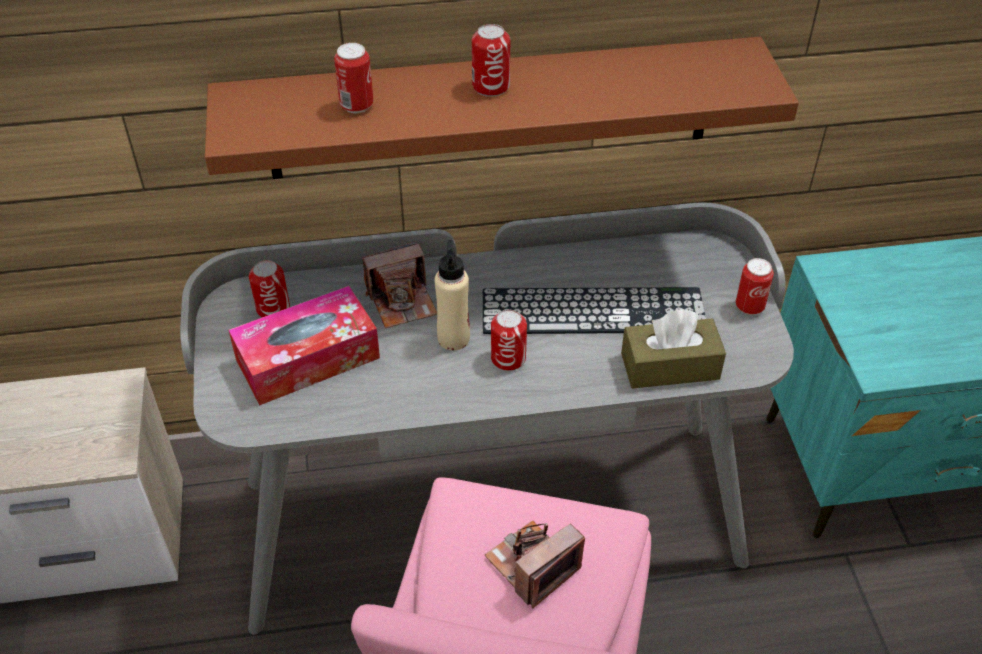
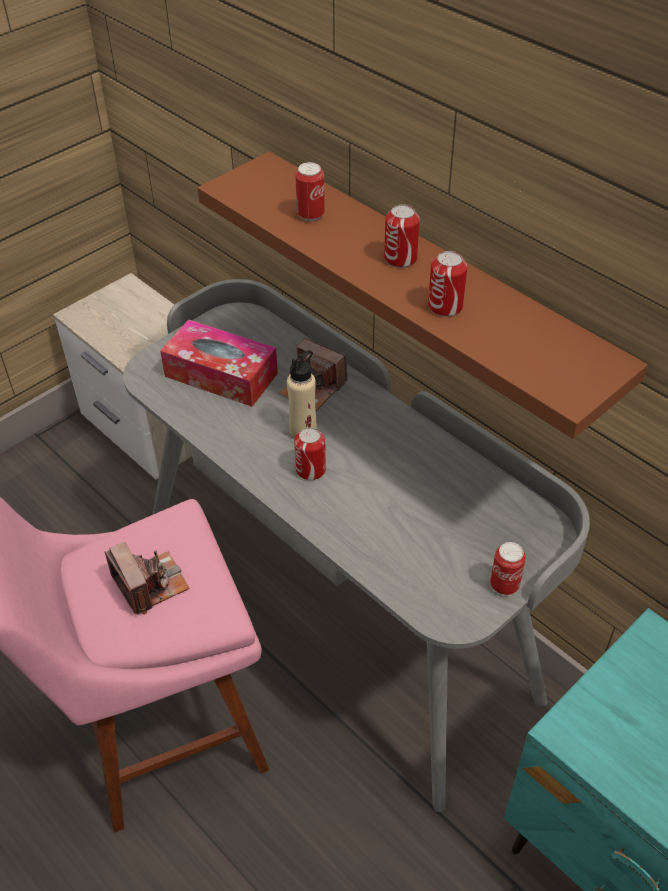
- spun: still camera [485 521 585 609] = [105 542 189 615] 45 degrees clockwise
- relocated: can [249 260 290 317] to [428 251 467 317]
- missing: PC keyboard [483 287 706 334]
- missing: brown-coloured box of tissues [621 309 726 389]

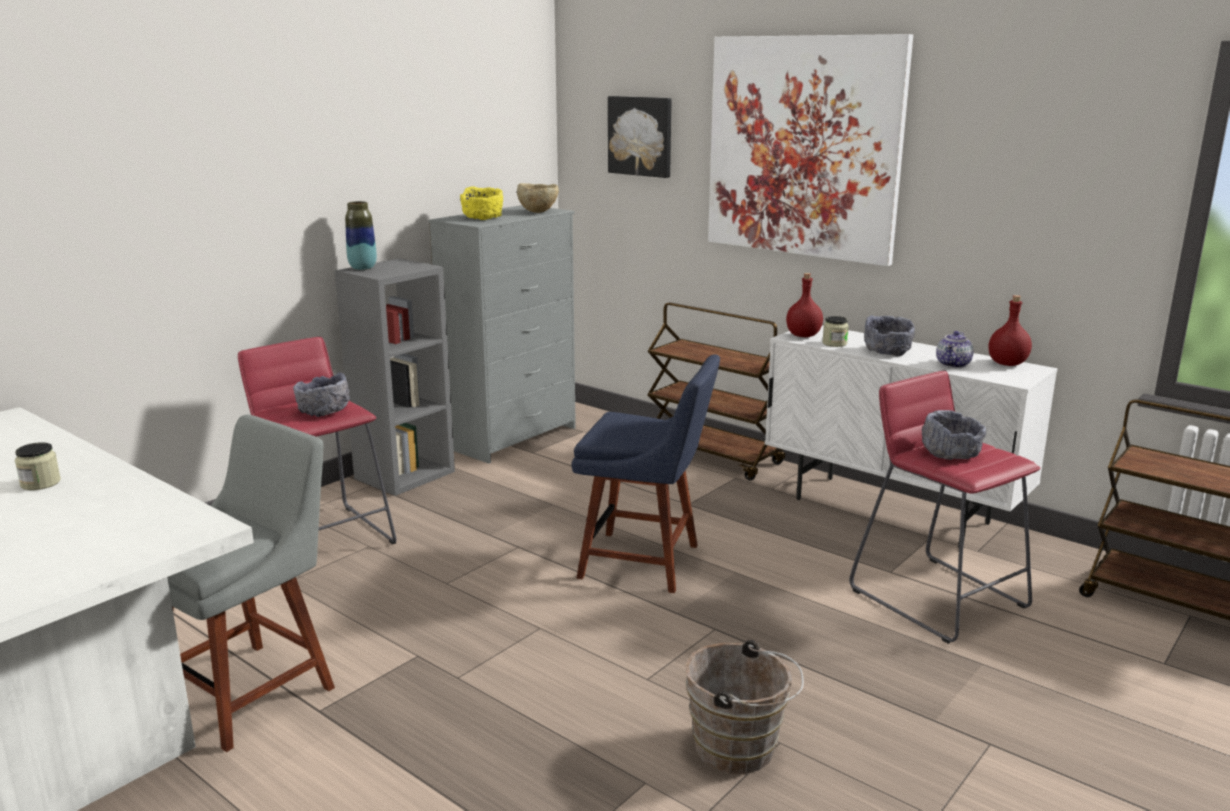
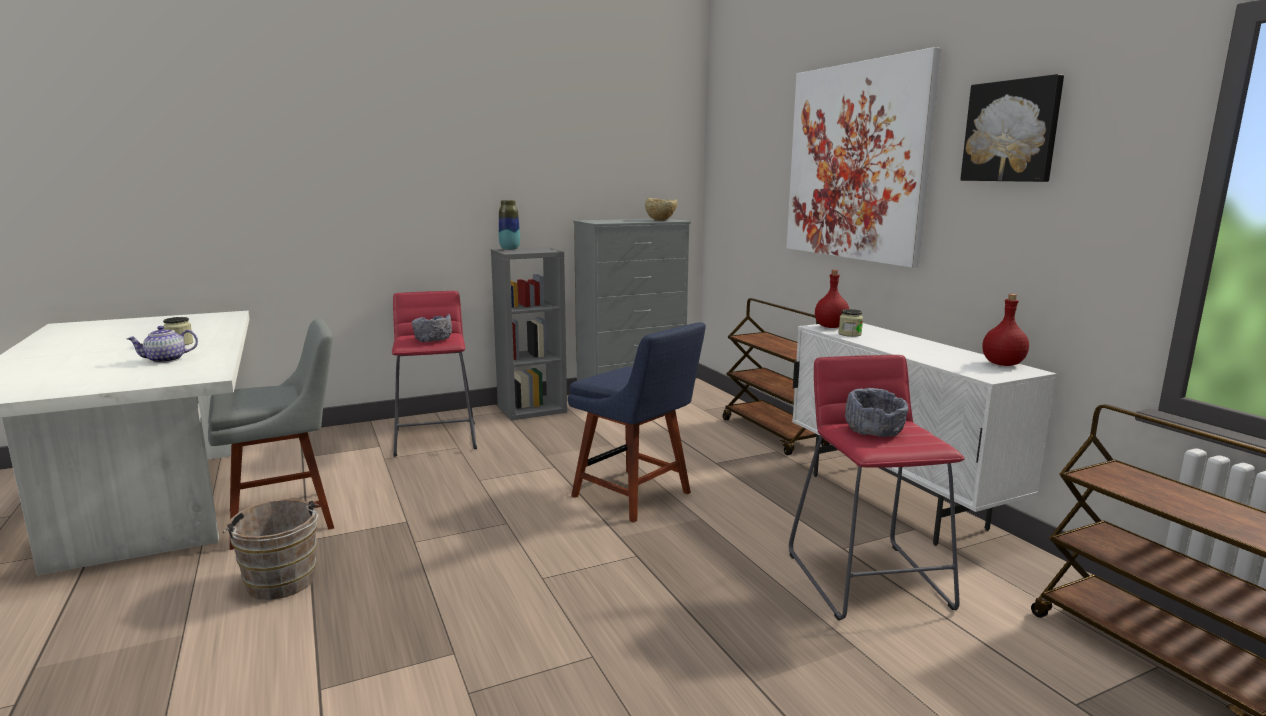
- relocated: pot for tea [936 331 974 368] to [126 326 198 363]
- relocated: brown-coloured water bucket [685 640 804 774] to [223 499 319 600]
- relocated: picture [608 96 672 178] to [960 74 1064 182]
- missing: yellowish serving bowl [460 186 503 220]
- missing: greyish serving bowl [864 315 915 356]

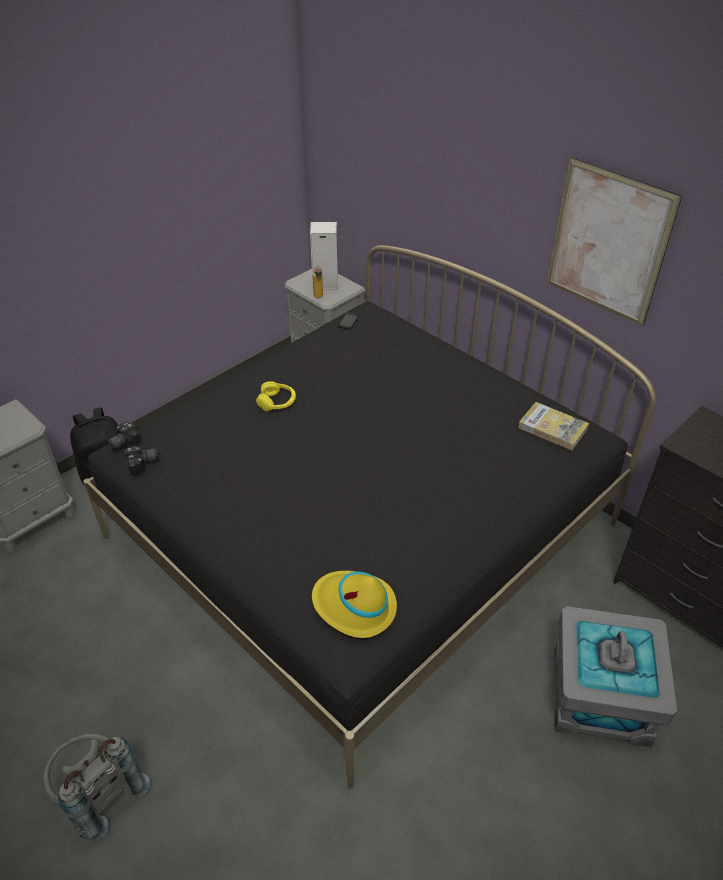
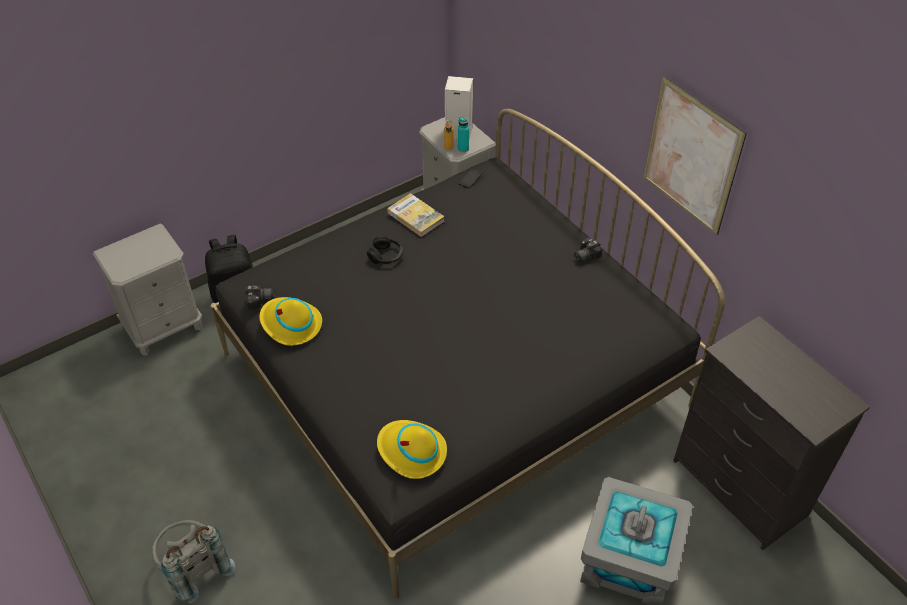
- appeared: yellowish wearable hat [259 297 322 346]
- colour: yellowish headset [256 381 296 411] to black headset [367 236 403 264]
- relocated: book [518 402 589 451] to [387 193 444 237]
- appeared: turquoise drink bottle [458 117 469 152]
- relocated: still camera [107 421 142 450] to [574 238 602 262]

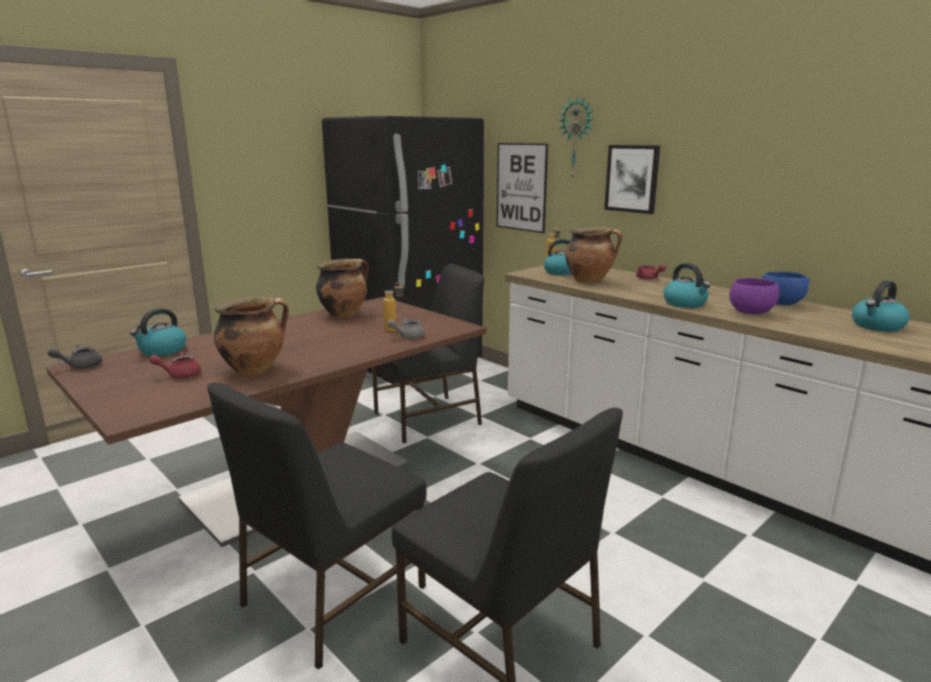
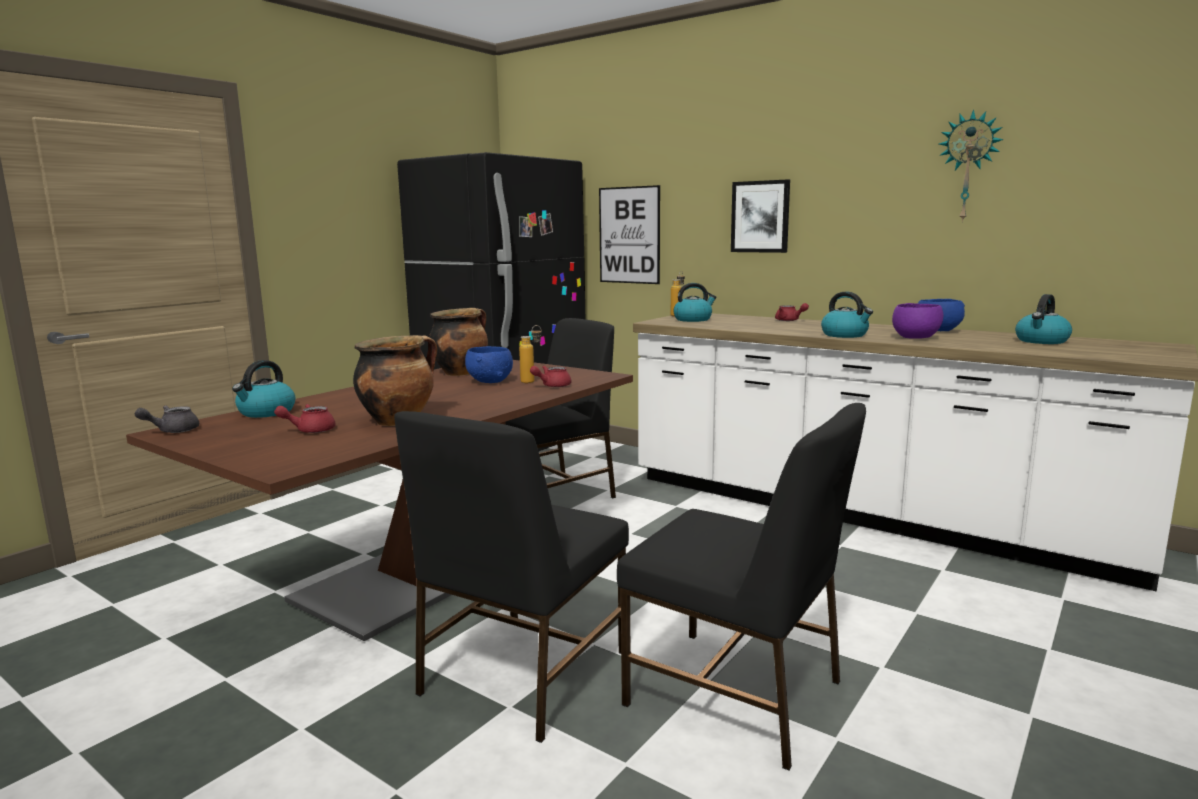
- appeared: blue serving bowl [465 346 513 383]
- colour: greyish pot for tea [387 318 425 339] to red-coloured pot for tea [530 366 571 387]
- relocated: wall clock [559 96 594 180] to [939 109 1004 223]
- missing: stockpot [565 227 623 283]

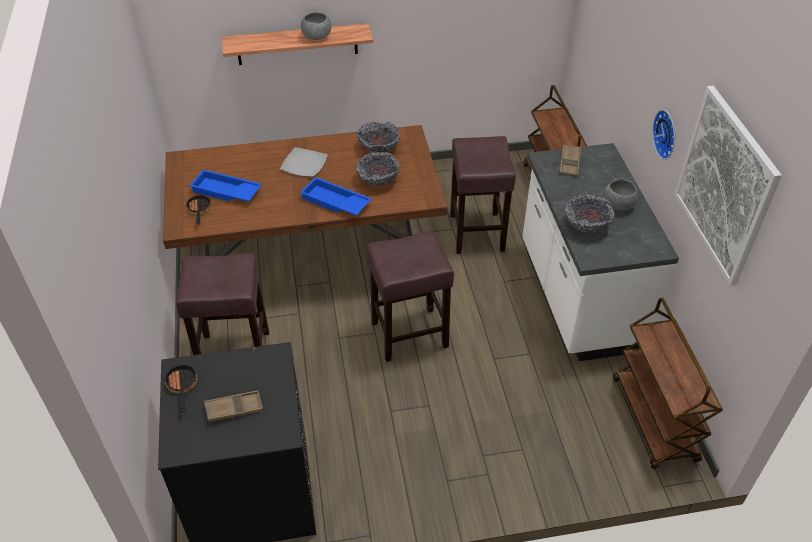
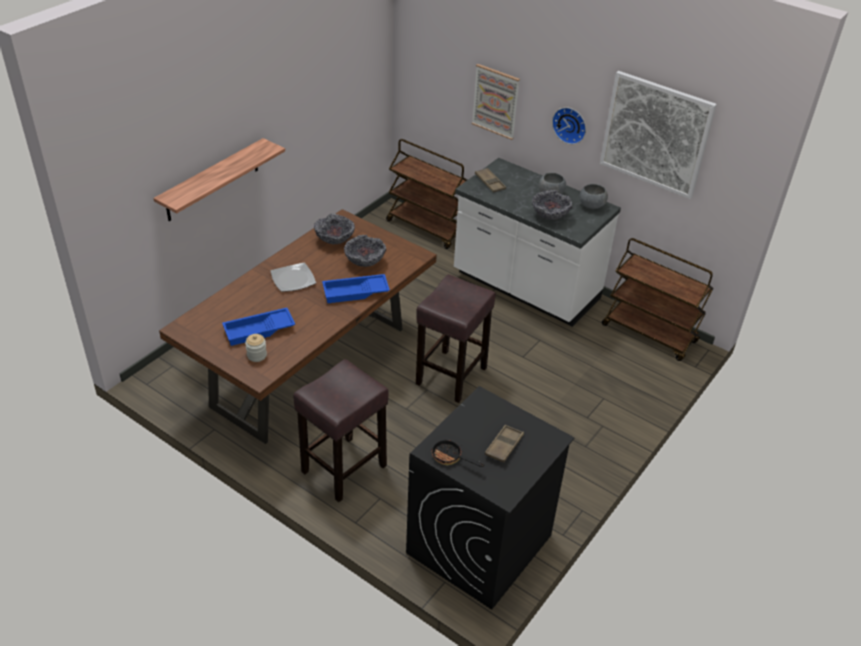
- exchanged: pan [185 192 211 225] to jar [245 334 267 362]
- appeared: picture [472 64 520 140]
- relocated: greyish serving bowl [301 12 331 40] to [579 184 608 209]
- missing: brown-coloured sitting stool [450 136 516 254]

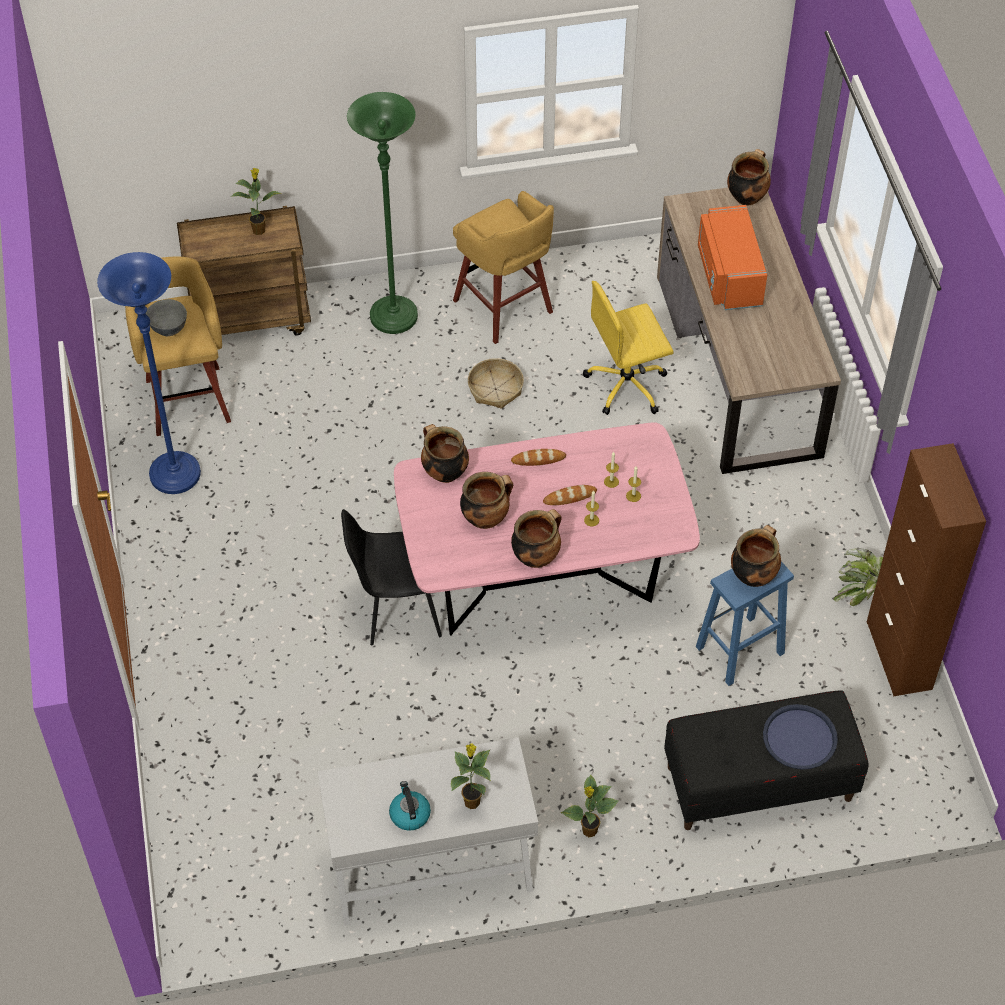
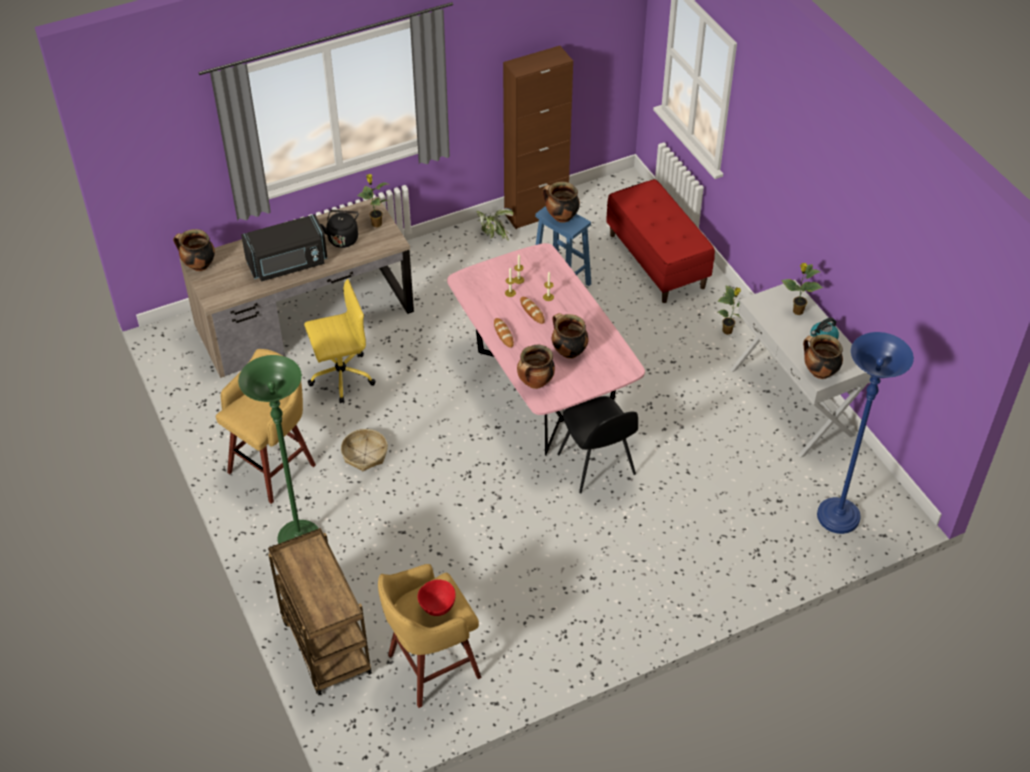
- colour: orangey kitchen microwave [698 205 767 310] to black kitchen microwave [241 214 328 281]
- spun: yellowish computer chair [583 281 674 415] = [304 279 376 404] 75 degrees counterclockwise
- appeared: black water kettle [320 210 359 248]
- relocated: plant in a pot [230 168 281 235] to [357 174 389 228]
- colour: greyish serving bowl [146 299 187 336] to red-coloured serving bowl [417 580 456 616]
- colour: black long seat [664 690 868 830] to red-coloured long seat [606 179 715 303]
- relocated: stockpot [511 509 562 568] to [803 334 843 379]
- relocated: blue floor lamp [97 252 201 494] to [817 332 914 534]
- missing: blue serving tray [763 704 838 770]

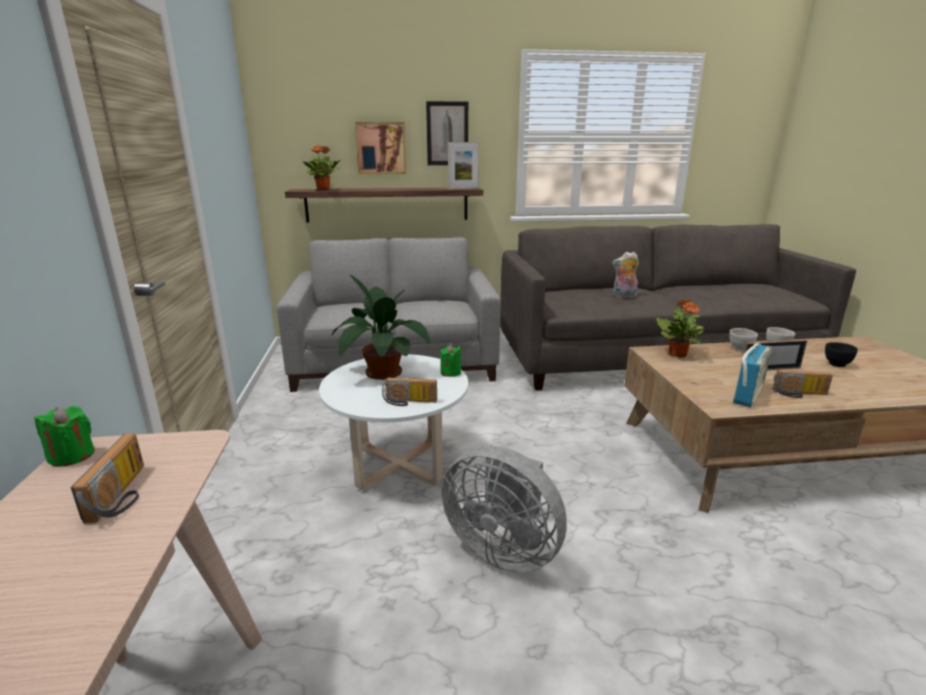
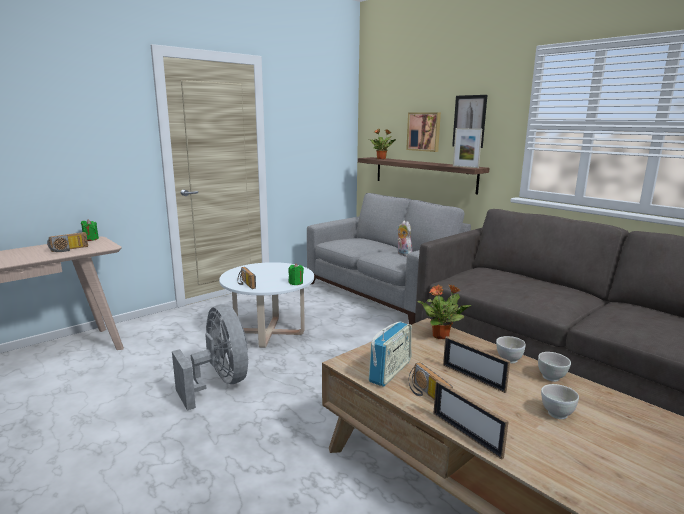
- spun: greyish cooling fan [442 445 567 573] = [172 304 248 411] 150 degrees clockwise
- spun: radio receiver [733 343 772 407] = [369 321 412 387] 60 degrees counterclockwise
- relocated: plush toy [612 252 639 299] to [398 221 412 257]
- appeared: picture frame [433 380 509 460]
- colour: black serving bowl [825 342 858 367] to white-coloured serving bowl [541 384 579 419]
- missing: plant in a pot [331 275 430 380]

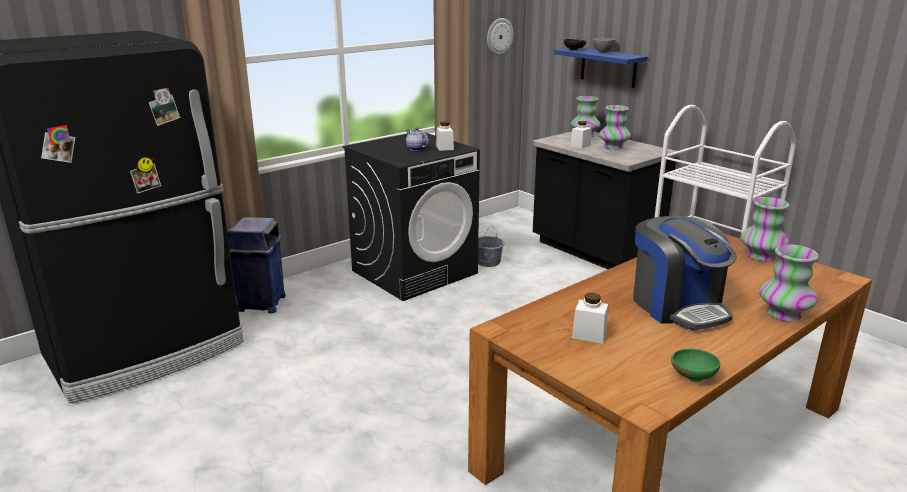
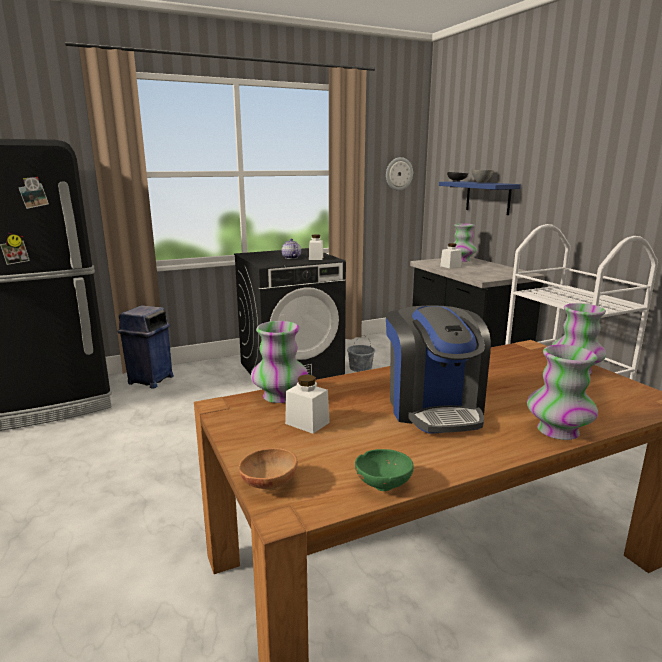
- appeared: brown-coloured serving bowl [239 448 298 491]
- relocated: decorative vase [599 105 631 150] to [251 321 308 403]

